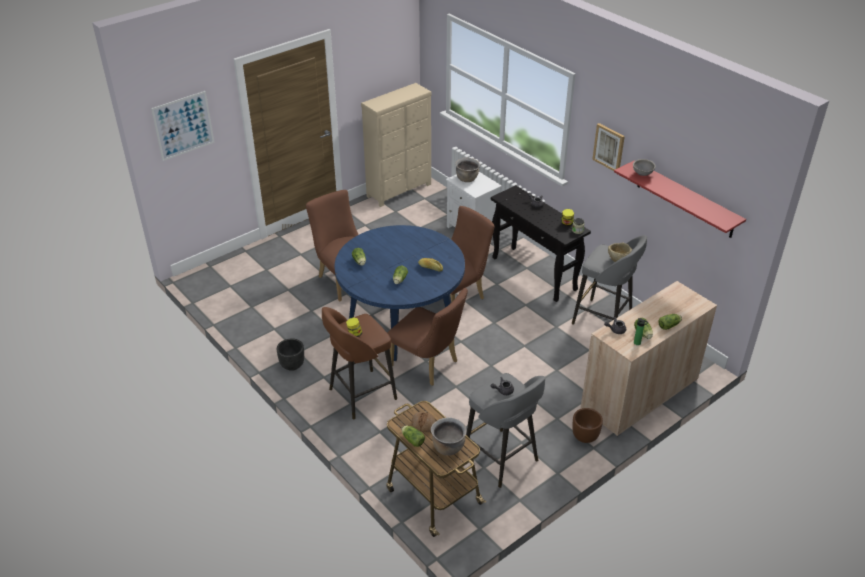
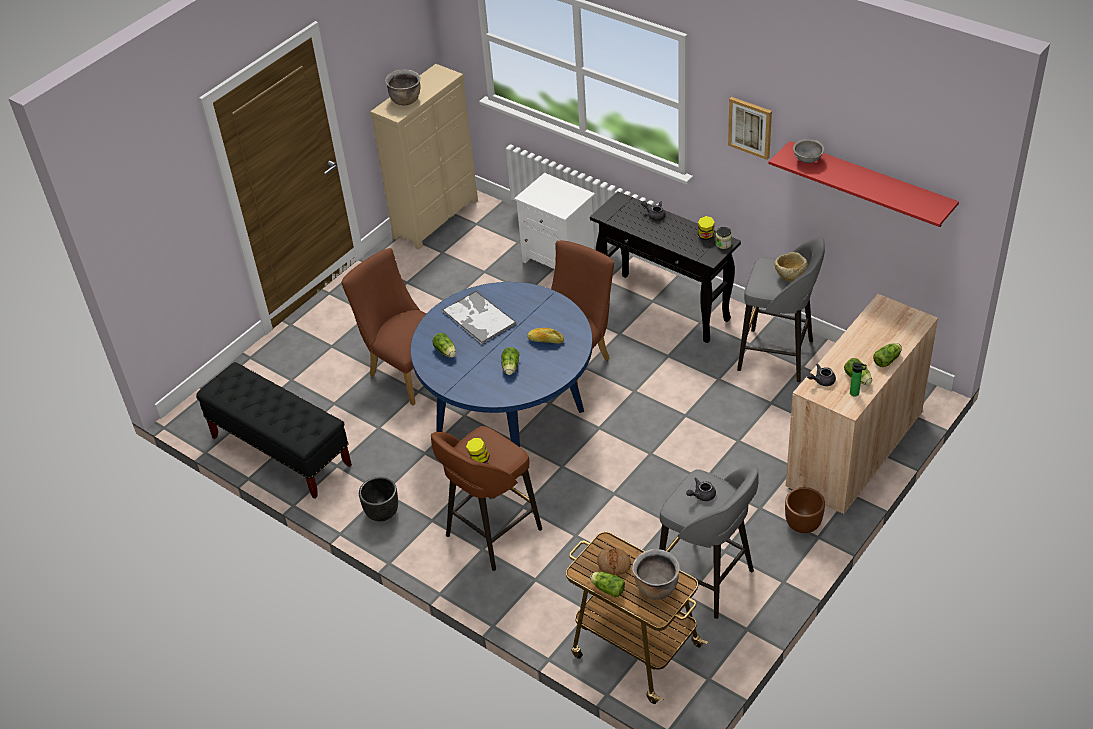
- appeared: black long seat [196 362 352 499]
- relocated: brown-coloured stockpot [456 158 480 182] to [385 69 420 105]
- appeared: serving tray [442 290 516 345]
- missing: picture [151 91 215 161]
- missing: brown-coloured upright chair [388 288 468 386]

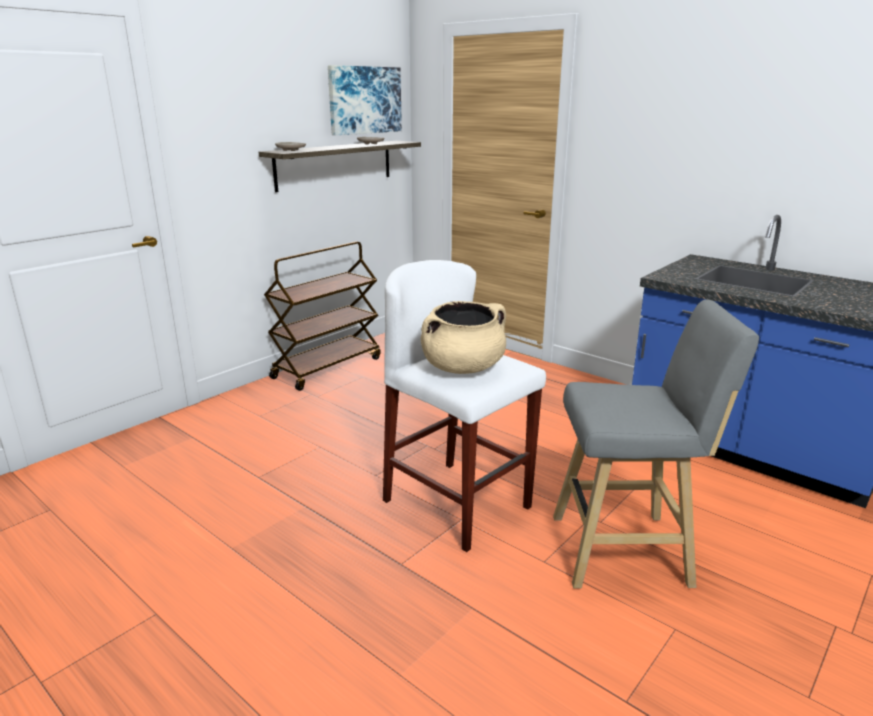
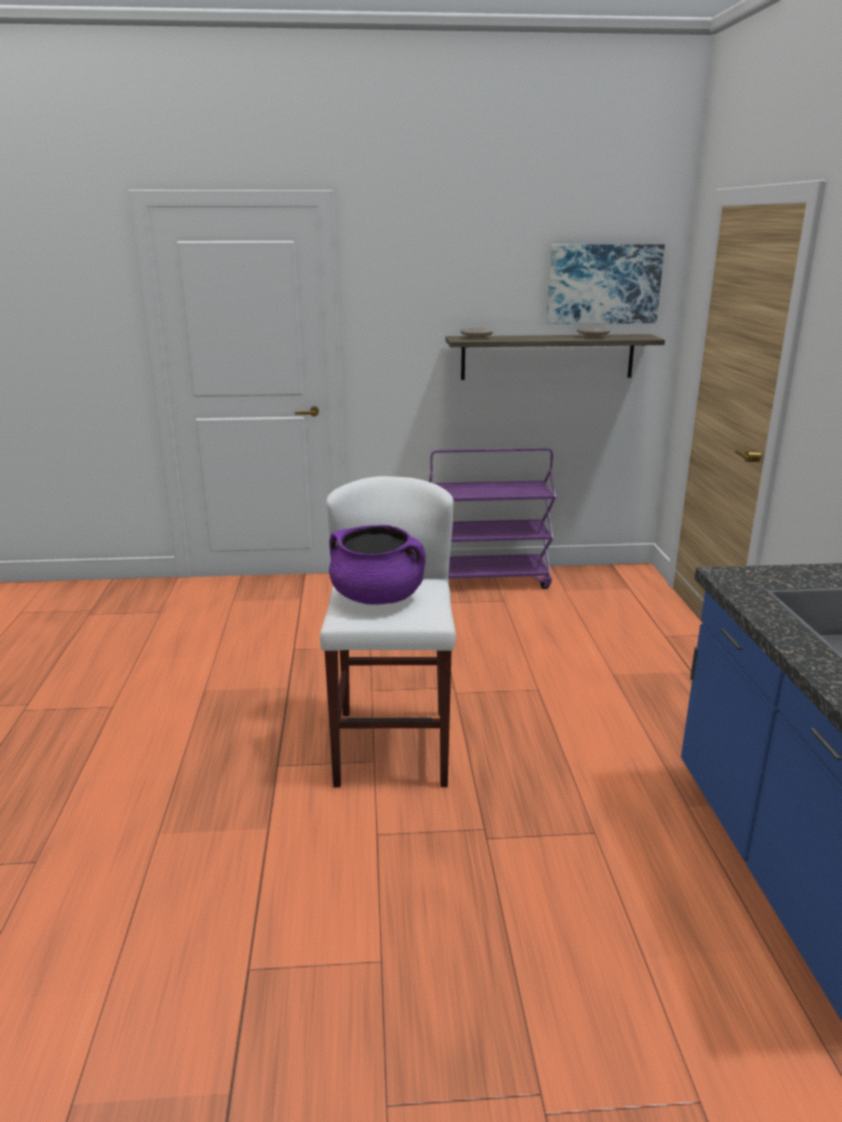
- colour: beige-coloured stockpot [421 301 506 374] to purplish stockpot [329 525 425 605]
- colour: brown-coloured wheeled cart [264 242 381 391] to purplish wheeled cart [429 448 556 589]
- missing: greyish sitting stool [553 300 759 588]

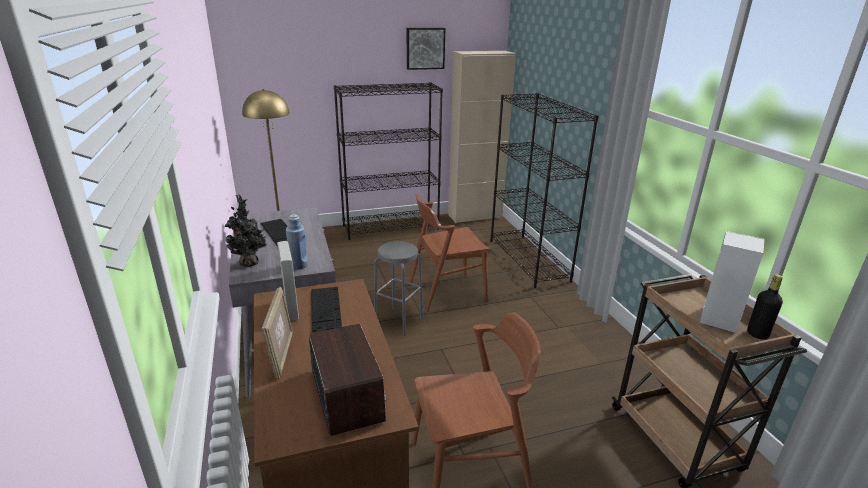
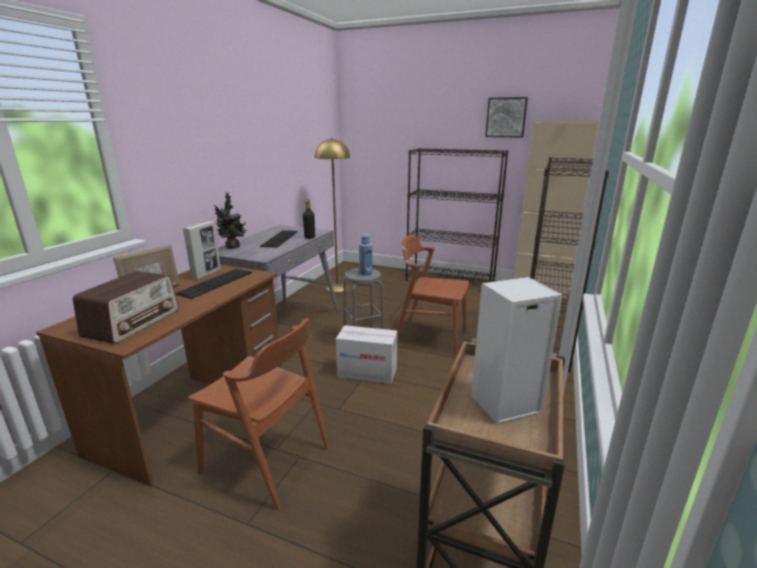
- relocated: black drink bottle [747 274 783 340] to [303 200 315 239]
- appeared: carton [336 325 397 384]
- relocated: blue drink bottle [286 214 308 270] to [359 233 372 276]

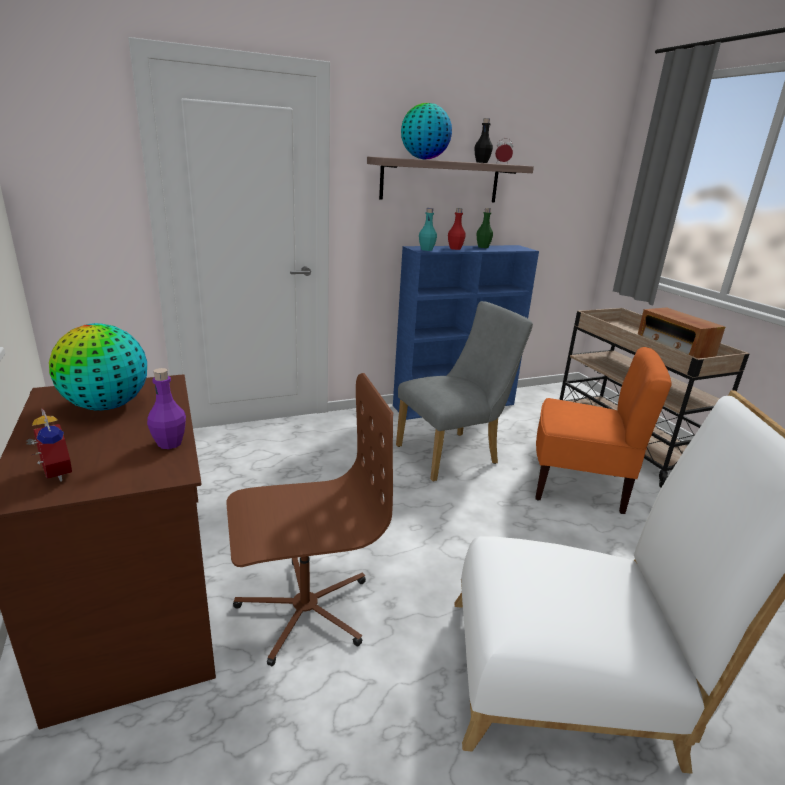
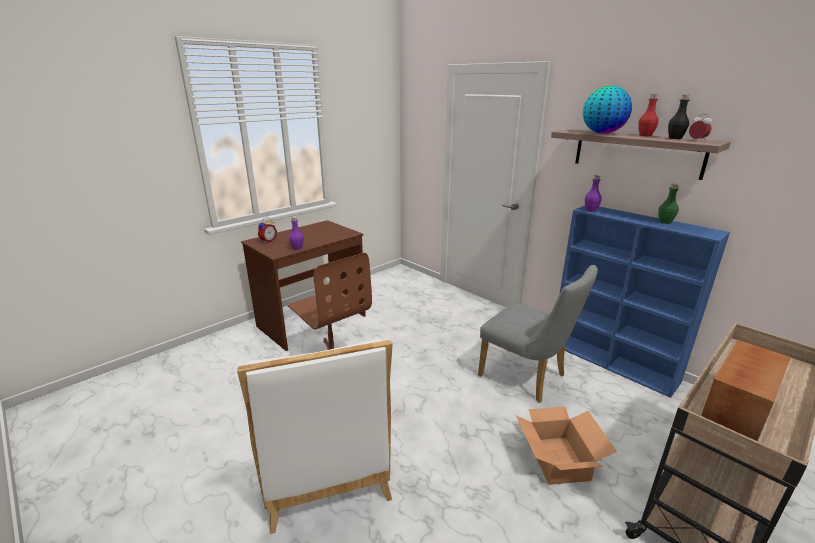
- exchanged: orangey upright chair [535 347 672 514] to carton [516 407 617 485]
- colour: turquoise drink bottle [419 208 437 251] to purplish drink bottle [585 175 602 212]
- relocated: red-coloured drink bottle [448 208 466 250] to [638 94 659 136]
- missing: globe [49 323 147 410]

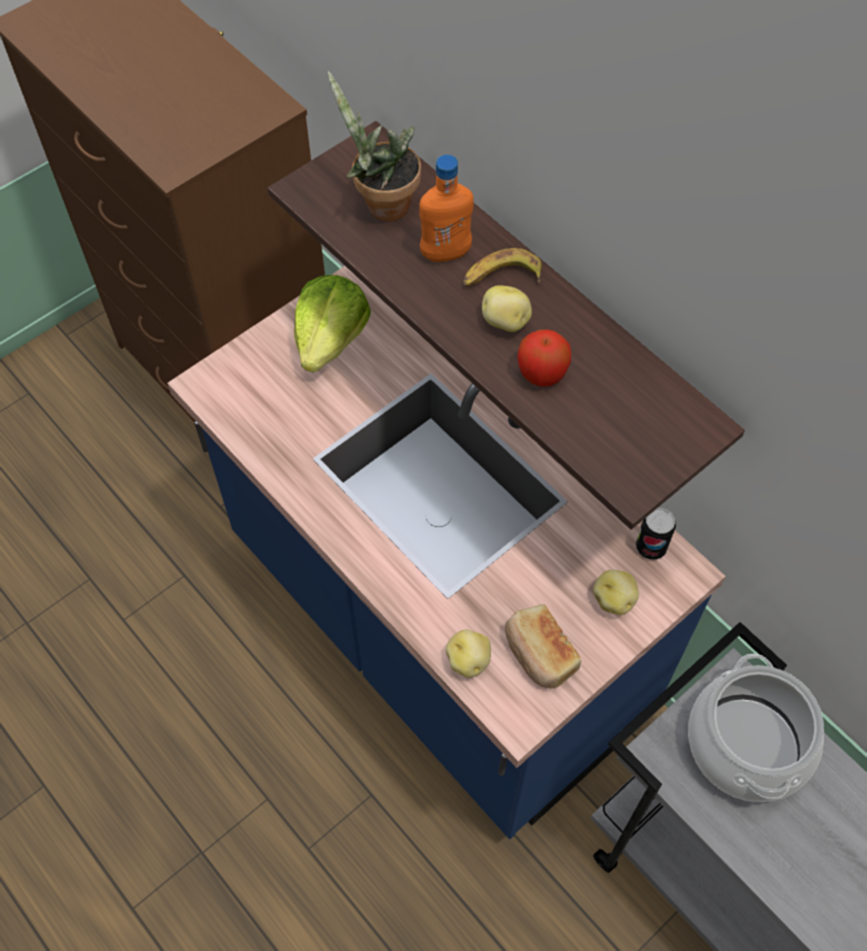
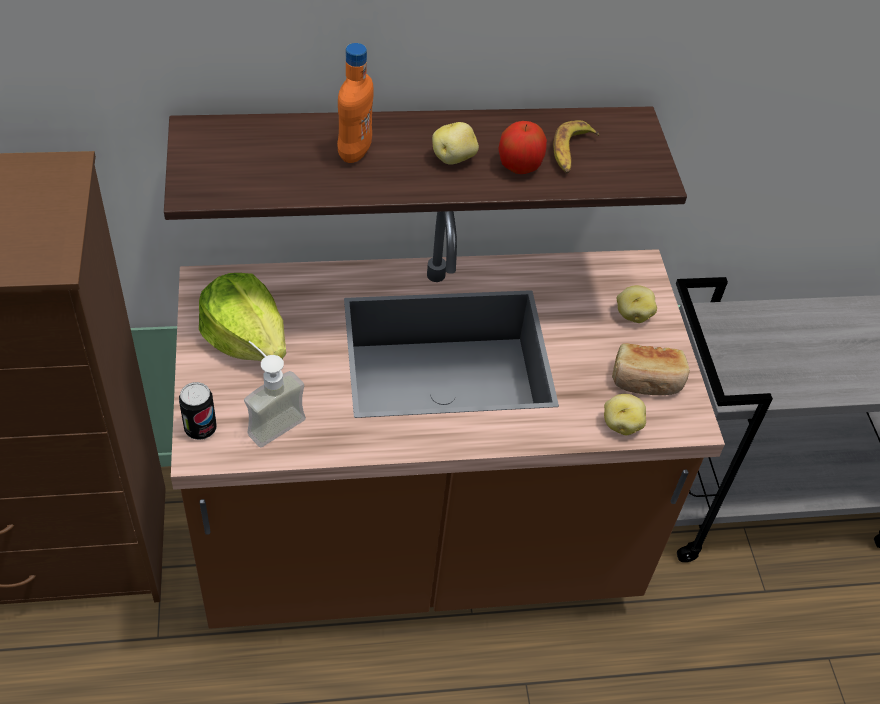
- colour: blue kitchen base unit [167 266 726 839] to brown-coloured kitchen base unit [171 211 725 629]
- relocated: can [636 508 676 560] to [179 382 217 440]
- appeared: liquid soap bottle [244 341 306 447]
- relocated: banana fruit [463 248 542 287] to [553 120 599 174]
- missing: plant in a pot [328 71 421 221]
- missing: stockpot [688 654 824 802]

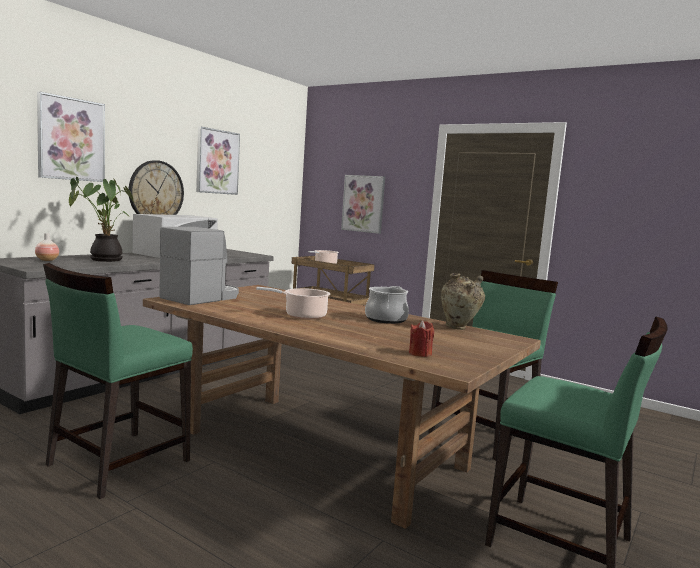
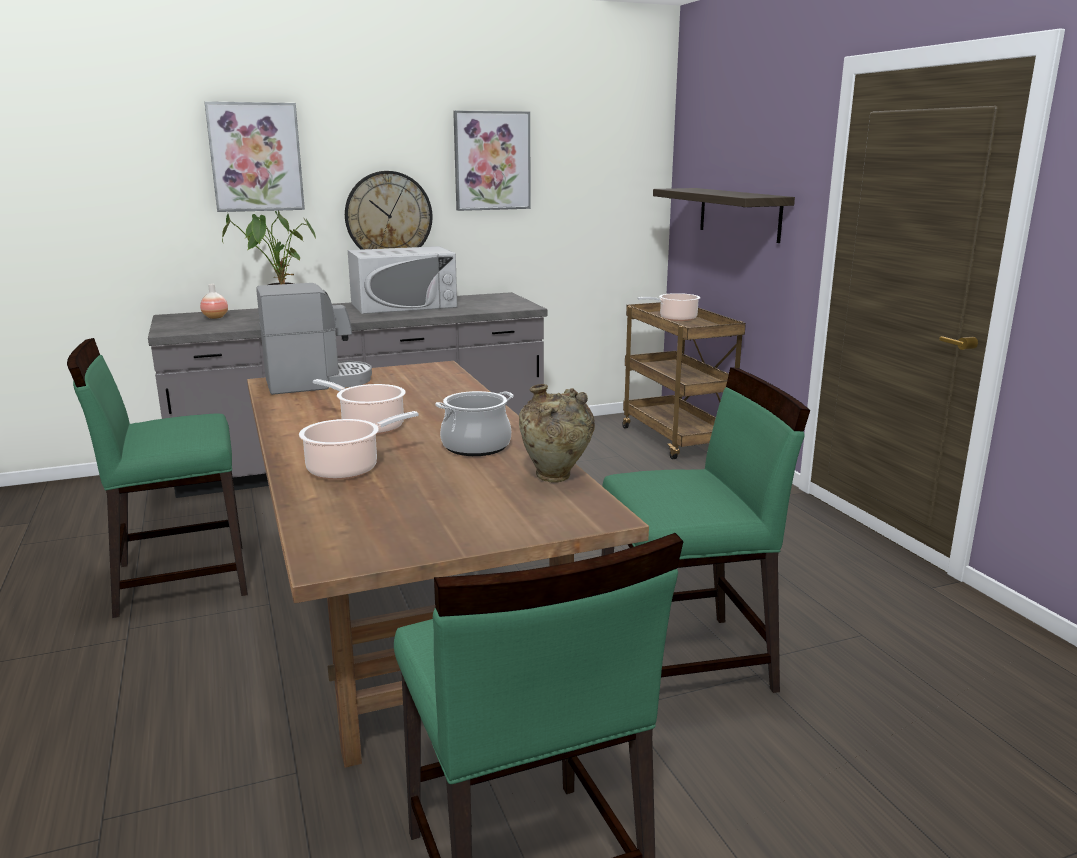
- appeared: stockpot [299 411 419 480]
- exchanged: picture [341 175 385 234] to wall shelf [653 188 795 243]
- missing: red-coloured wax light [409 320 434 357]

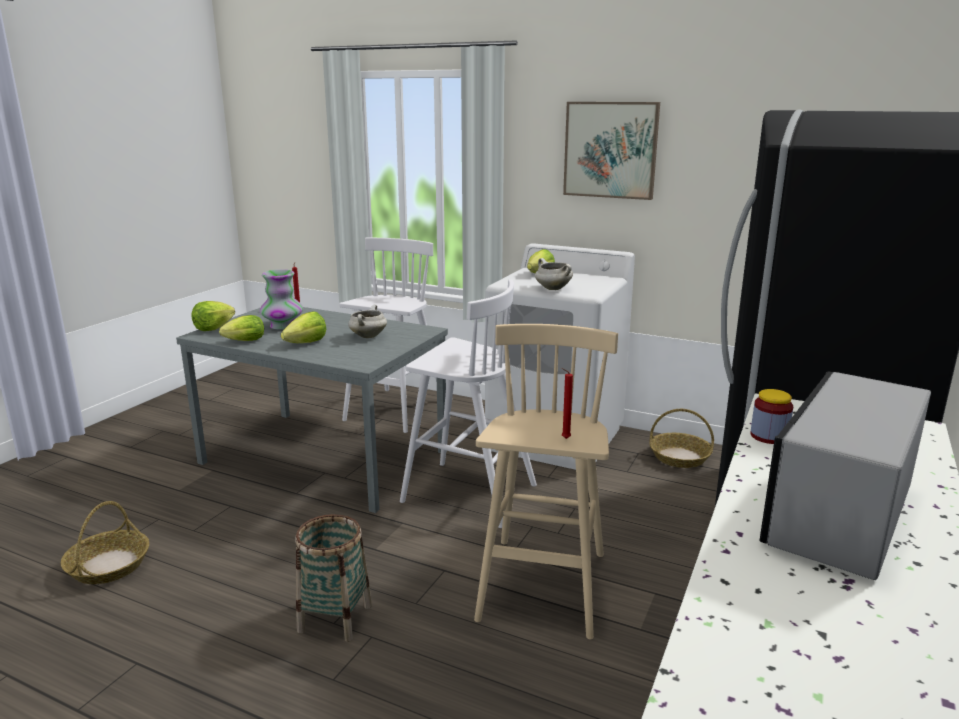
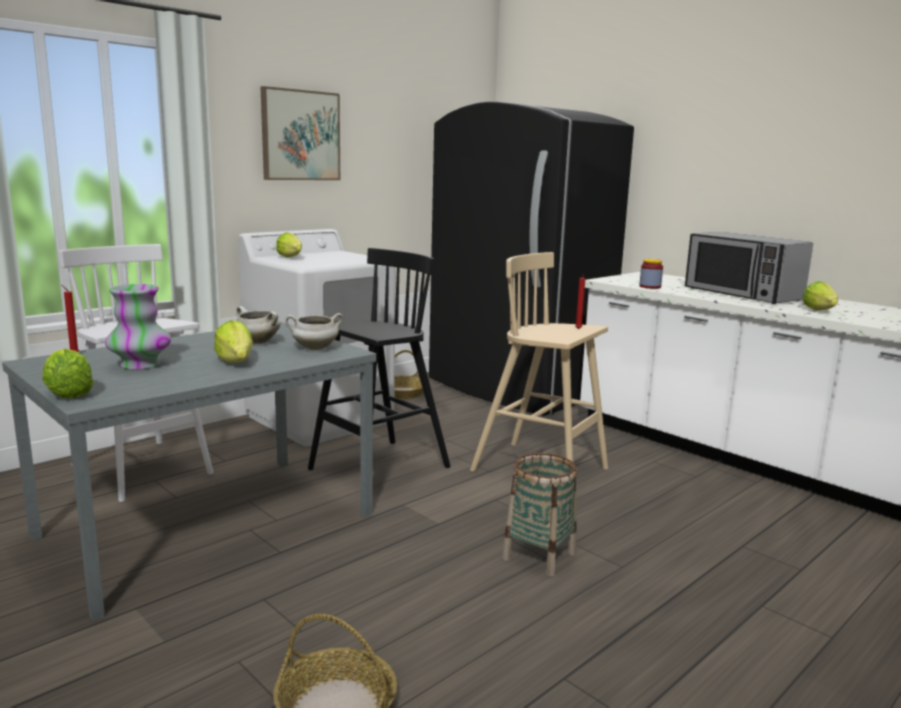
- relocated: white-coloured stockpot [535 258 573 290] to [285 313 343 350]
- colour: white-coloured sitting stool [400 279 537 528] to black sitting stool [308 248 451 470]
- relocated: lettuce head [219 315 264 341] to [802 281 838 311]

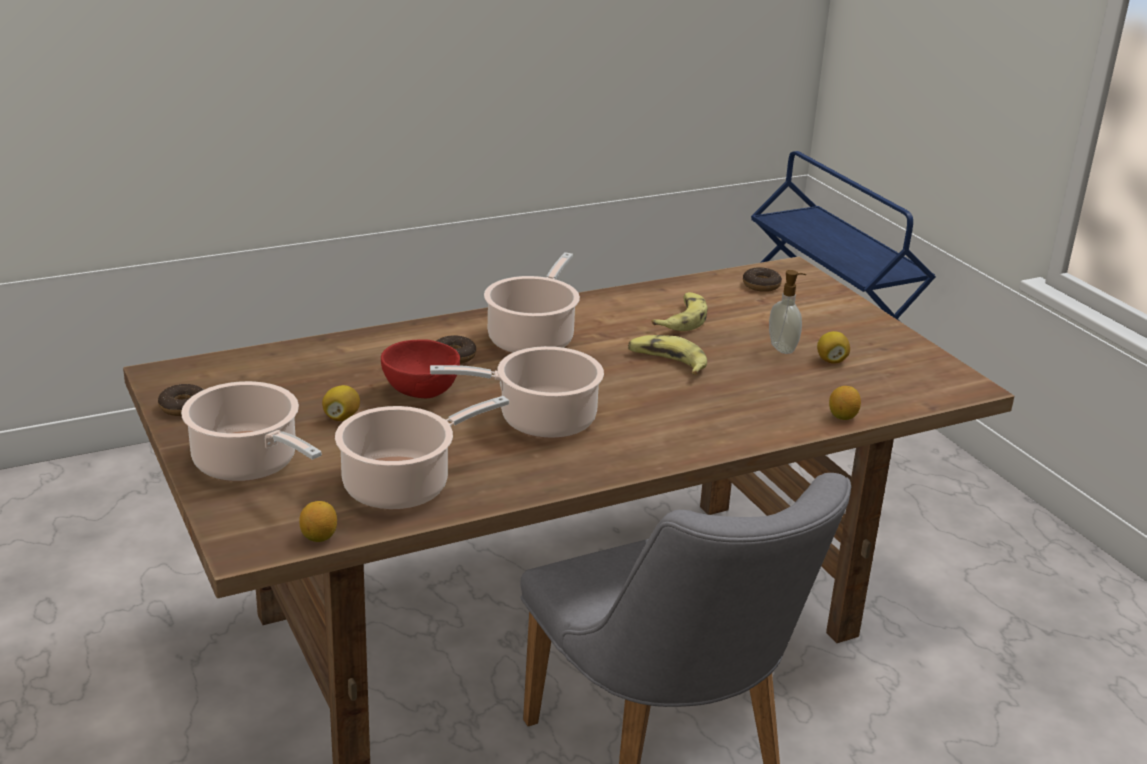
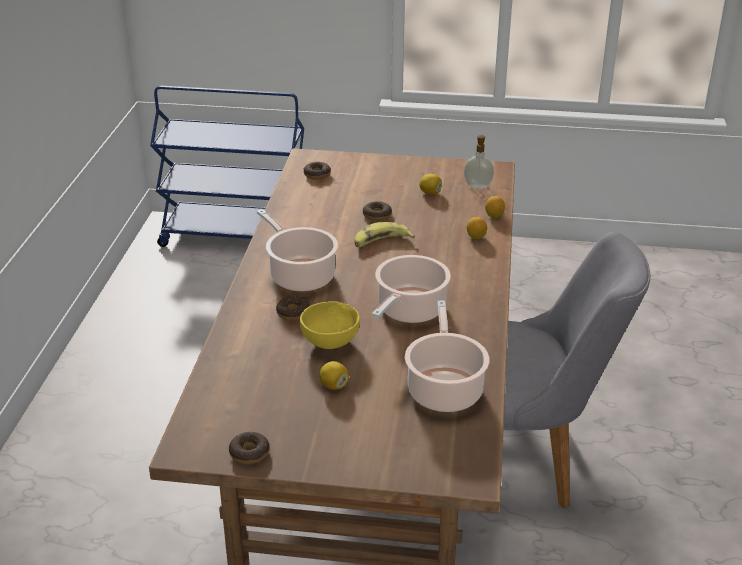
- colour: red-coloured serving bowl [381 340 460 398] to yellowish serving bowl [300 301 360 349]
- appeared: doughnut [363 201 392 221]
- relocated: liquid soap bottle [769 270 806 354] to [464 135 494 189]
- relocated: citrus fruit [299 501 337 542] to [467 217 487 239]
- missing: stockpot [181 381 322 482]
- missing: banana fruit [651 292 707 331]

